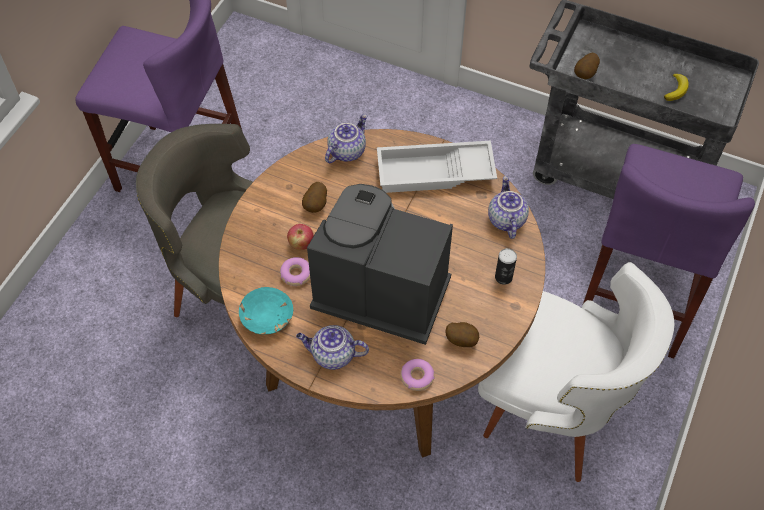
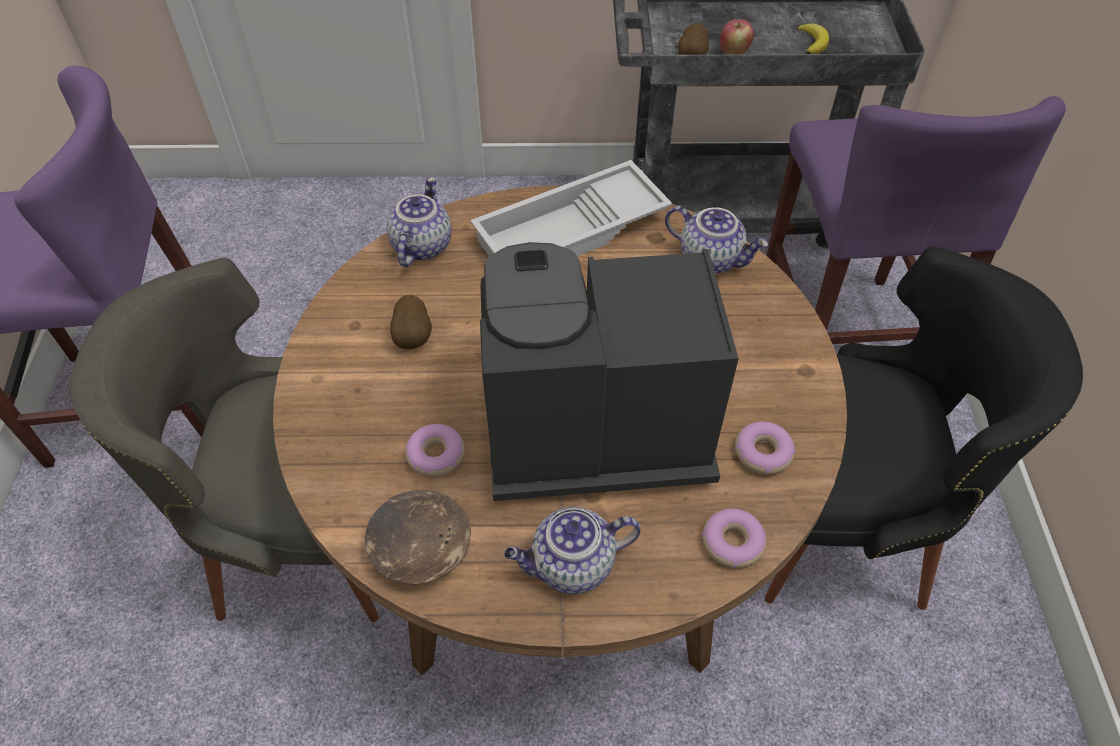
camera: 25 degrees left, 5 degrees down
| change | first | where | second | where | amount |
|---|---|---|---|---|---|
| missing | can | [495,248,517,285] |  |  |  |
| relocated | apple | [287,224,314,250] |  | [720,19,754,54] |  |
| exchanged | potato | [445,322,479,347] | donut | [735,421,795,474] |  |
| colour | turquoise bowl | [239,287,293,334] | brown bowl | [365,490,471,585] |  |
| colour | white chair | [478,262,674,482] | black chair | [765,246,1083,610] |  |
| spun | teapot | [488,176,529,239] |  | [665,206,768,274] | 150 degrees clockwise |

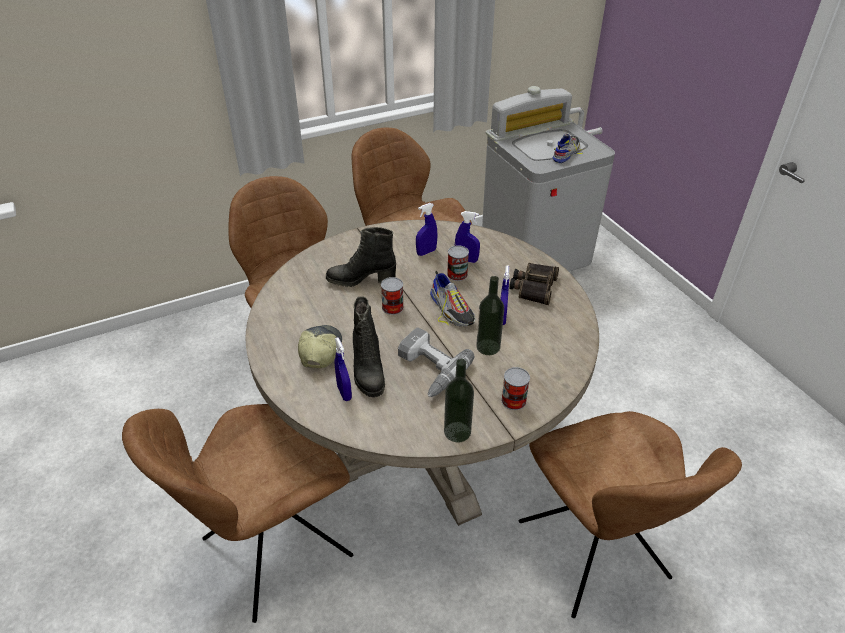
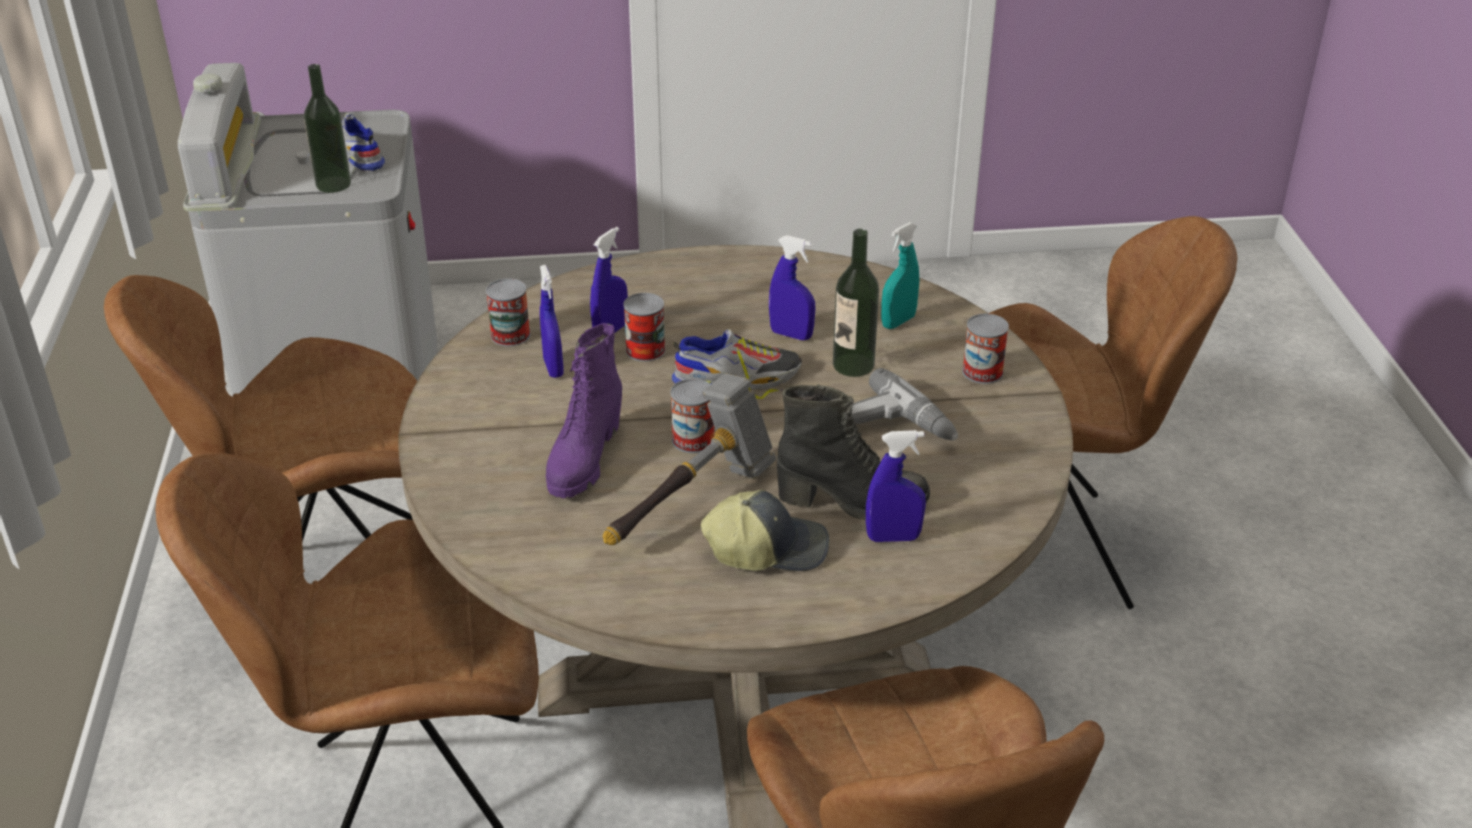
camera: 70 degrees left, 5 degrees down
| change | first | where | second | where | amount |
|---|---|---|---|---|---|
| missing | binoculars | [509,263,559,305] |  |  |  |
| appeared |  |  | can | [486,278,530,346] |  |
| appeared |  |  | hammer | [603,373,776,545] |  |
| appeared |  |  | turquoise spray bottle | [881,222,919,329] |  |
| relocated | bottle | [444,359,474,443] |  | [304,64,351,193] |  |
| colour | black boot | [326,227,396,287] | purple boot | [546,323,622,498] |  |
| spun | cap | [298,325,342,368] |  | [701,490,829,571] | 150 degrees clockwise |

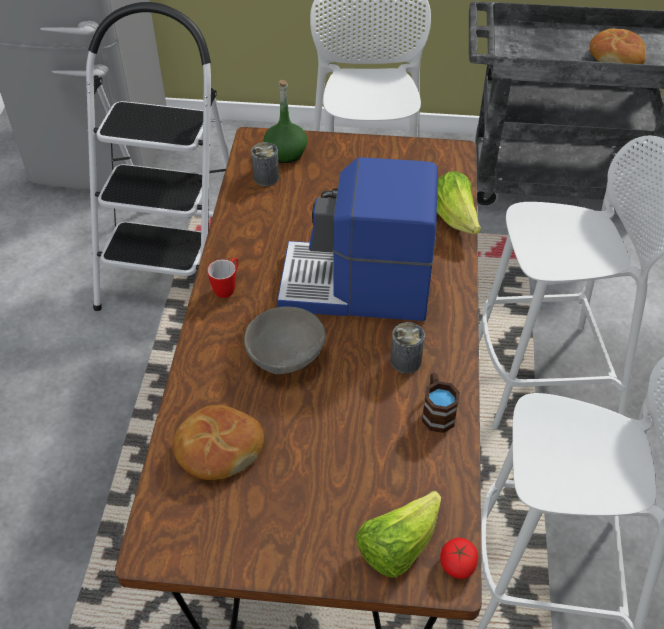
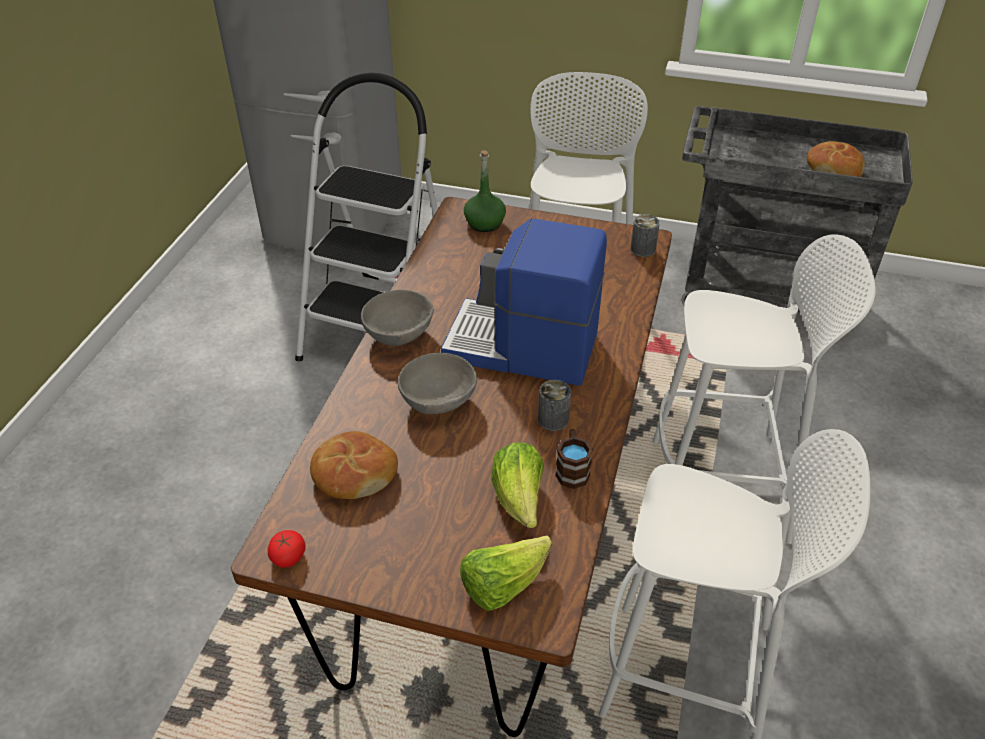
camera: 10 degrees right, 5 degrees down
| change | first | where | second | where | amount |
|---|---|---|---|---|---|
| relocated | can | [251,142,279,186] |  | [630,214,660,257] |  |
| relocated | lettuce | [437,171,481,234] |  | [491,442,544,528] |  |
| relocated | tomato | [440,538,478,579] |  | [268,530,305,568] |  |
| exchanged | mug | [207,258,239,298] | grey bowl | [361,290,434,346] |  |

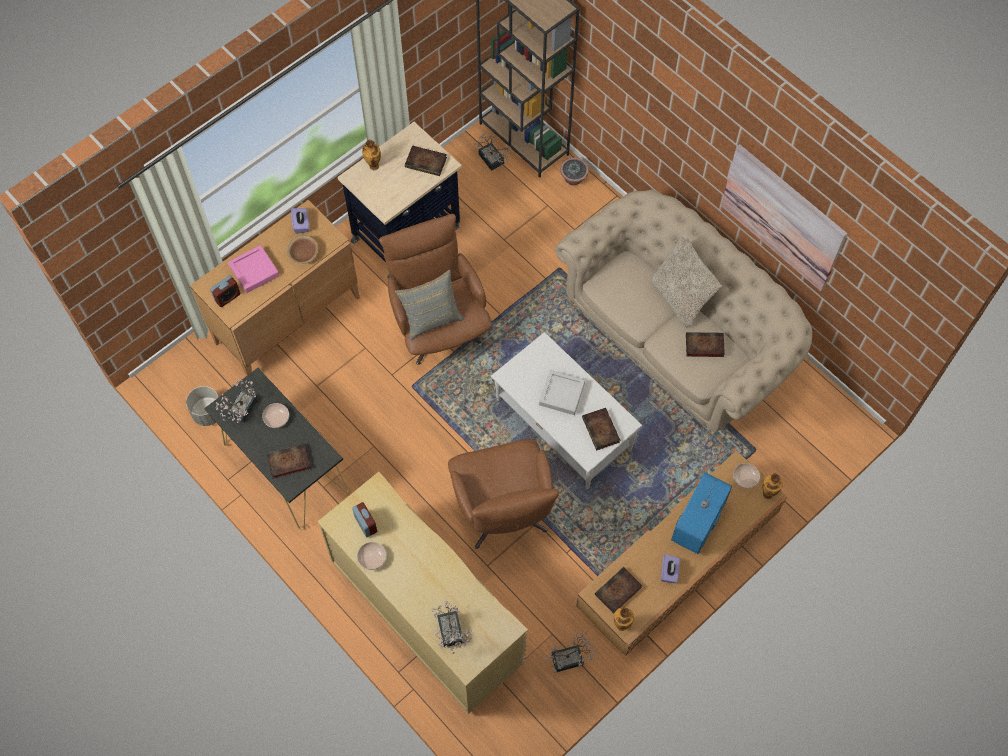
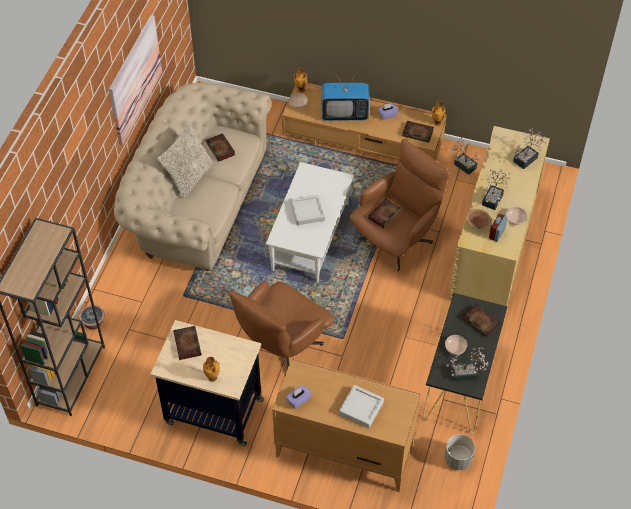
camera: 120 degrees left, 10 degrees down
| change | first | where | second | where | amount |
|---|---|---|---|---|---|
| missing | alarm clock | [210,275,241,307] |  |  |  |
| missing | grey pillow | [395,270,464,340] |  |  |  |
| relocated | brown bowl | [287,236,319,264] |  | [466,209,492,229] |  |
| relocated | potted plant | [474,133,511,171] |  | [482,167,511,210] |  |
| relocated | book | [582,408,620,450] |  | [368,199,401,228] |  |
| colour | pink tray | [228,245,279,293] | grey tray | [339,385,384,428] |  |

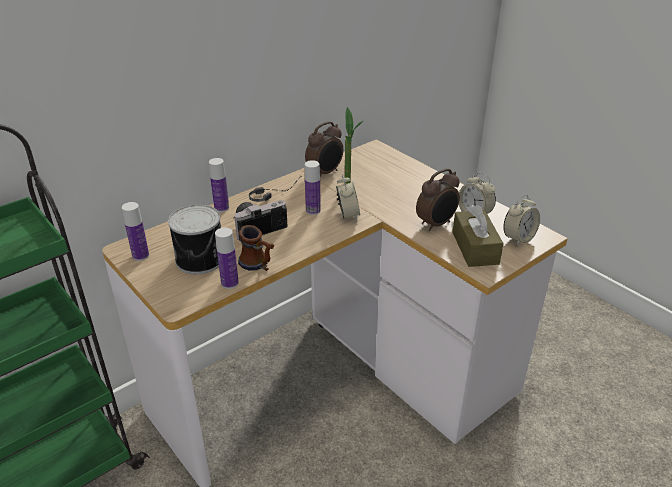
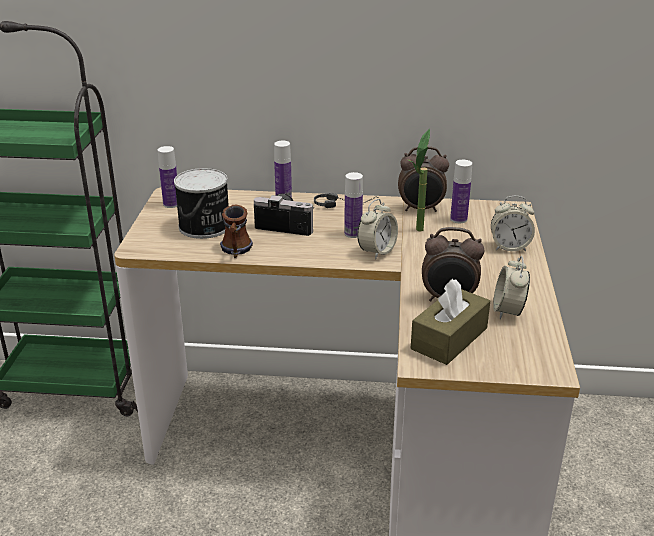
camera: 45 degrees right, 5 degrees down
| change | first | where | second | where | amount |
|---|---|---|---|---|---|
| relocated | bottle | [215,228,239,289] |  | [450,160,472,223] |  |
| relocated | alarm clock | [503,195,540,246] |  | [491,196,535,251] |  |

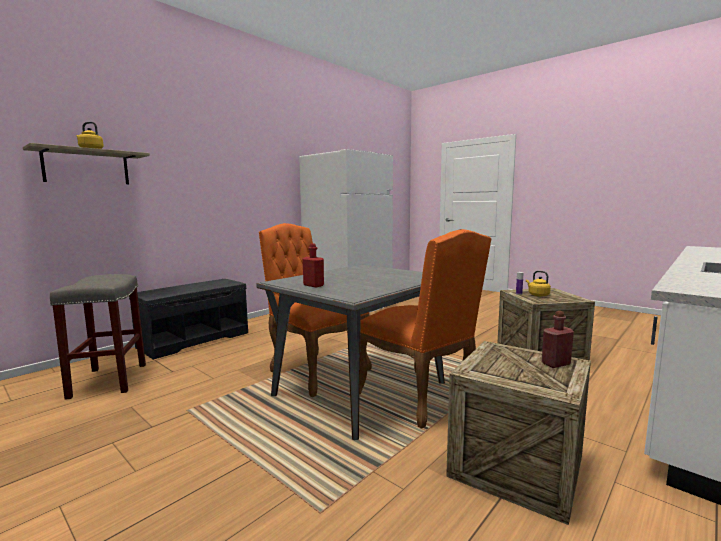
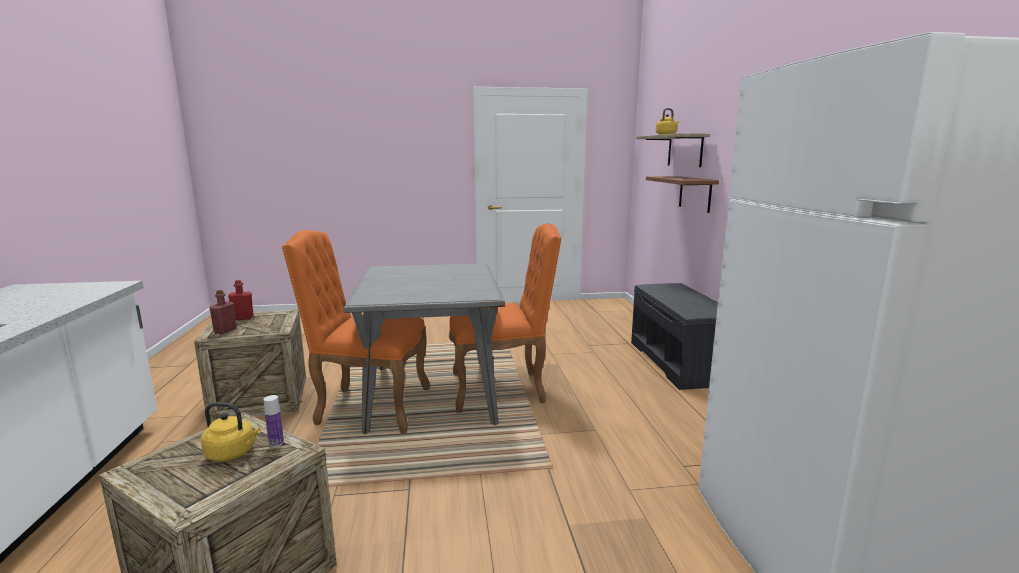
camera: 130 degrees right, 5 degrees up
| change | first | where | second | where | amount |
|---|---|---|---|---|---|
| missing | grey stool | [50,274,146,400] |  |  |  |
| appeared |  |  | brown shelf | [646,176,719,213] |  |
| relocated | red bottle | [302,243,324,287] |  | [228,280,254,320] |  |

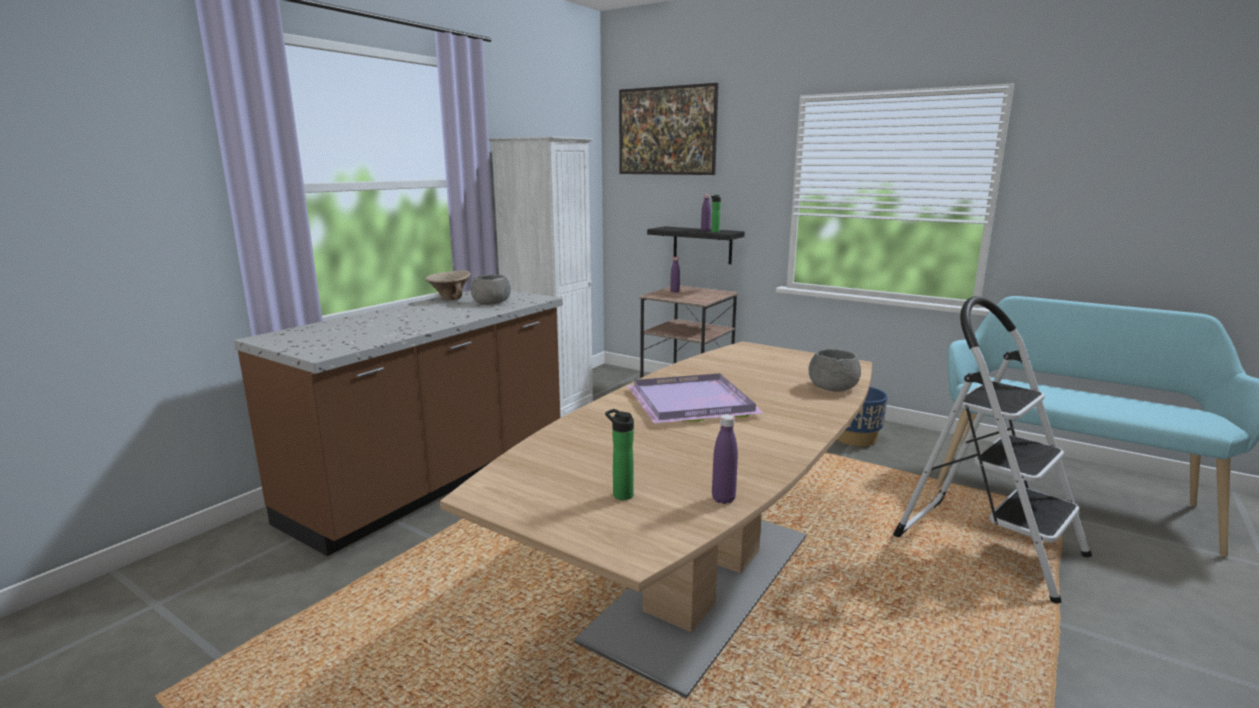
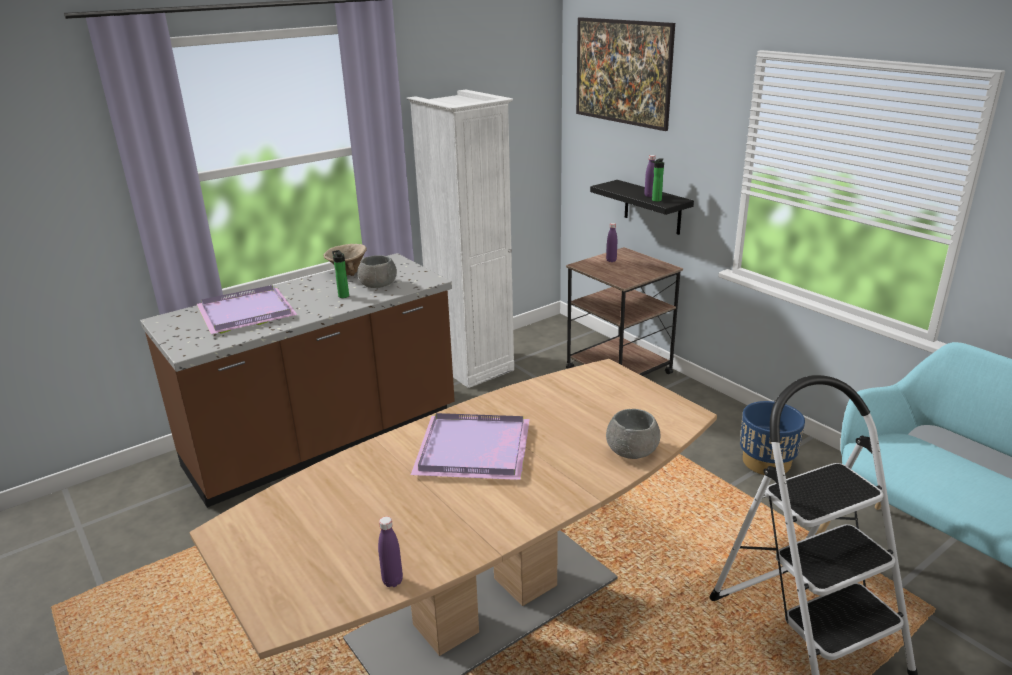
camera: 20 degrees right, 10 degrees up
| change | first | where | second | where | amount |
|---|---|---|---|---|---|
| appeared |  |  | purple tray | [197,285,297,334] |  |
| relocated | bottle | [605,409,634,500] |  | [332,250,349,298] |  |

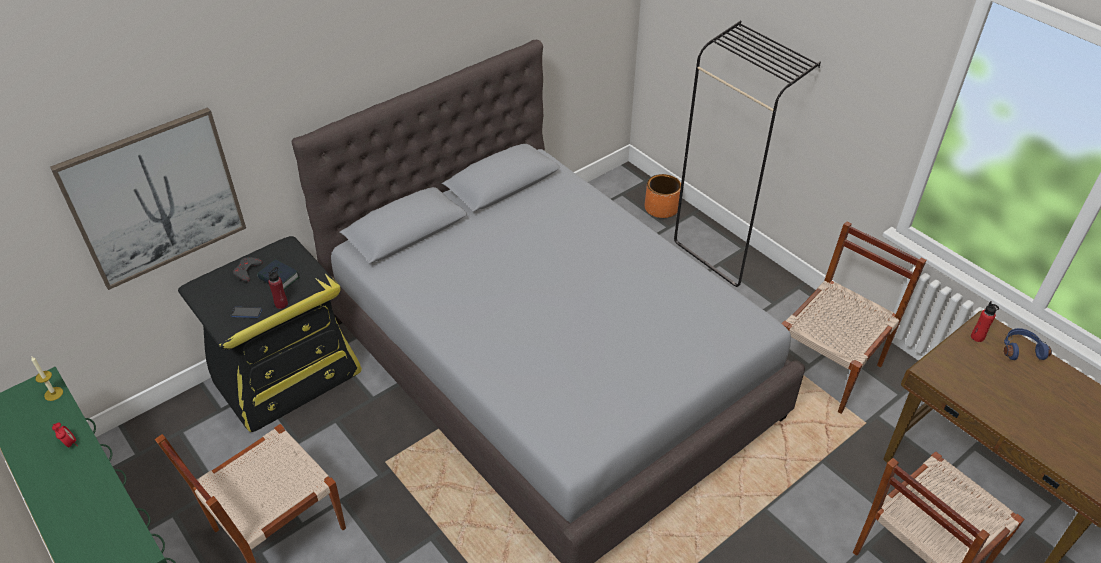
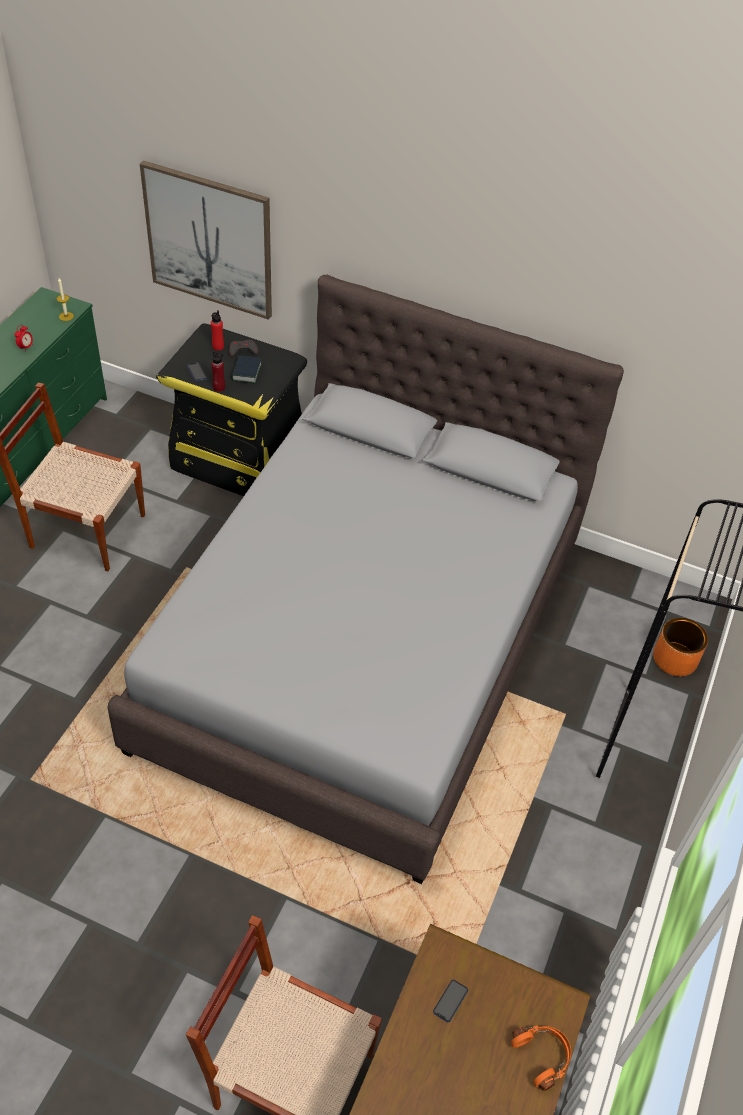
camera: 60 degrees right, 5 degrees up
| change | first | where | second | where | amount |
|---|---|---|---|---|---|
| missing | chair | [782,222,927,414] |  |  |  |
| appeared |  |  | phone | [433,980,468,1022] |  |
| relocated | red bottle | [971,301,999,342] |  | [211,310,224,351] |  |
| colour | blue headphones | [1004,328,1052,360] | orange headphones | [511,1025,571,1091] |  |

